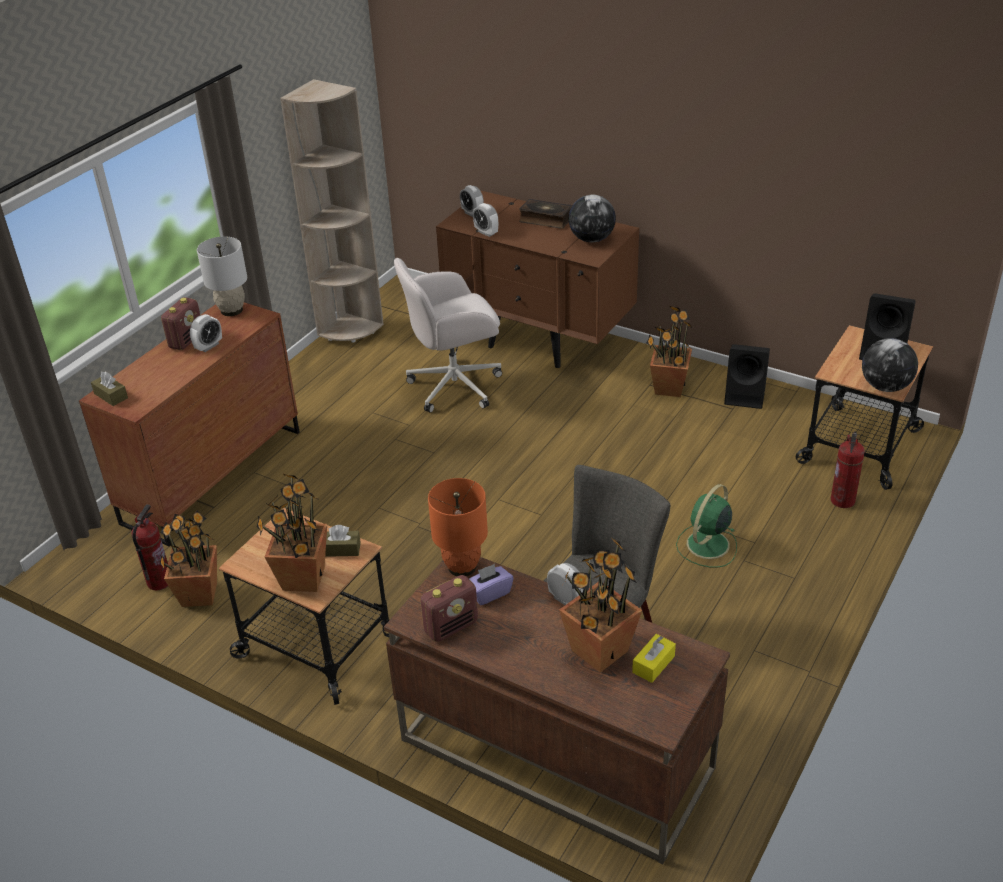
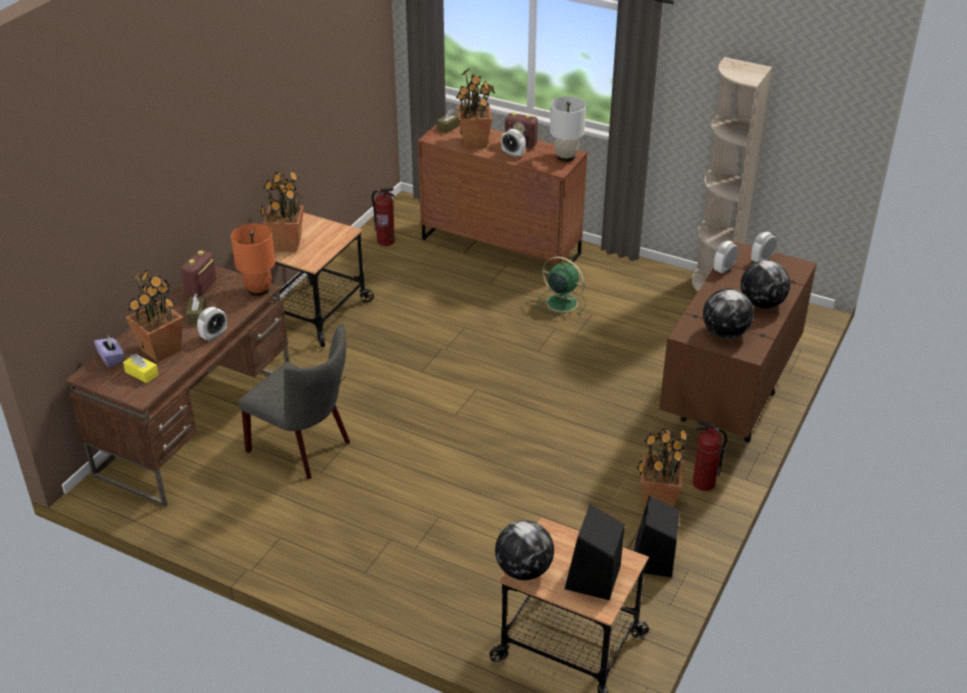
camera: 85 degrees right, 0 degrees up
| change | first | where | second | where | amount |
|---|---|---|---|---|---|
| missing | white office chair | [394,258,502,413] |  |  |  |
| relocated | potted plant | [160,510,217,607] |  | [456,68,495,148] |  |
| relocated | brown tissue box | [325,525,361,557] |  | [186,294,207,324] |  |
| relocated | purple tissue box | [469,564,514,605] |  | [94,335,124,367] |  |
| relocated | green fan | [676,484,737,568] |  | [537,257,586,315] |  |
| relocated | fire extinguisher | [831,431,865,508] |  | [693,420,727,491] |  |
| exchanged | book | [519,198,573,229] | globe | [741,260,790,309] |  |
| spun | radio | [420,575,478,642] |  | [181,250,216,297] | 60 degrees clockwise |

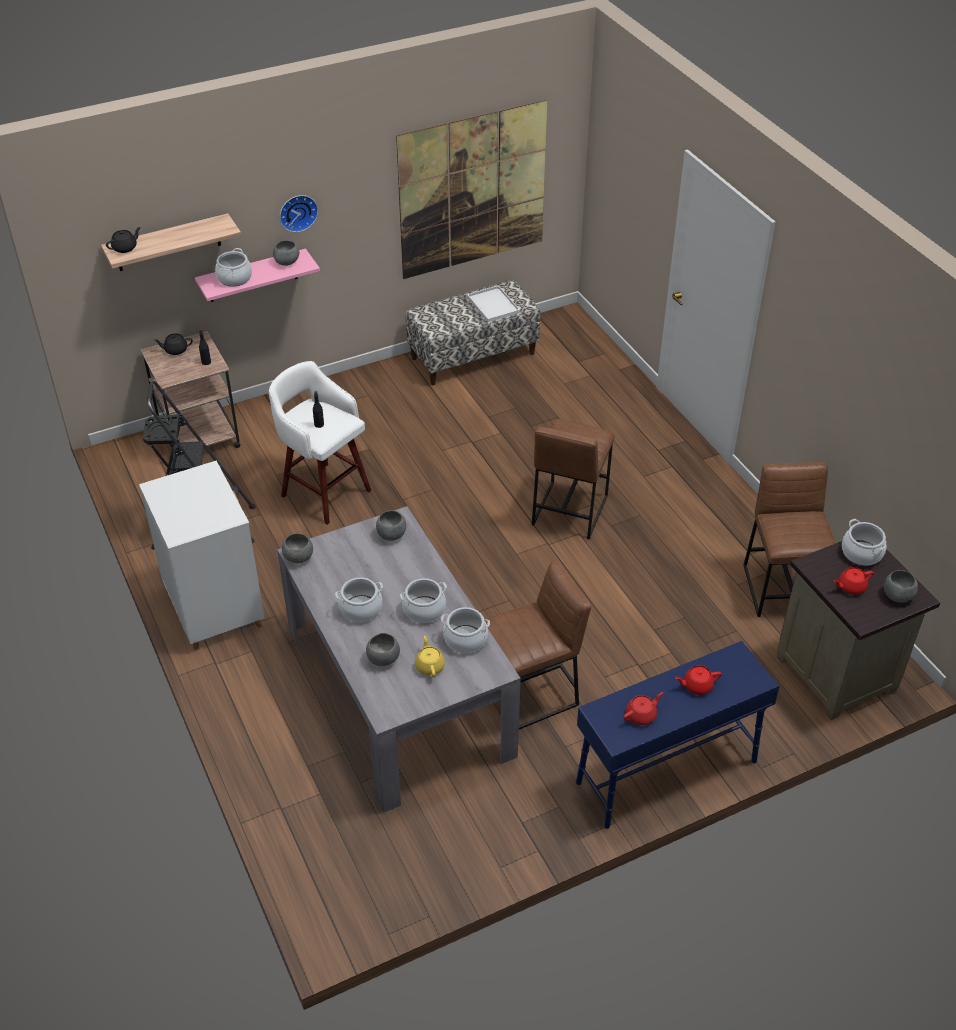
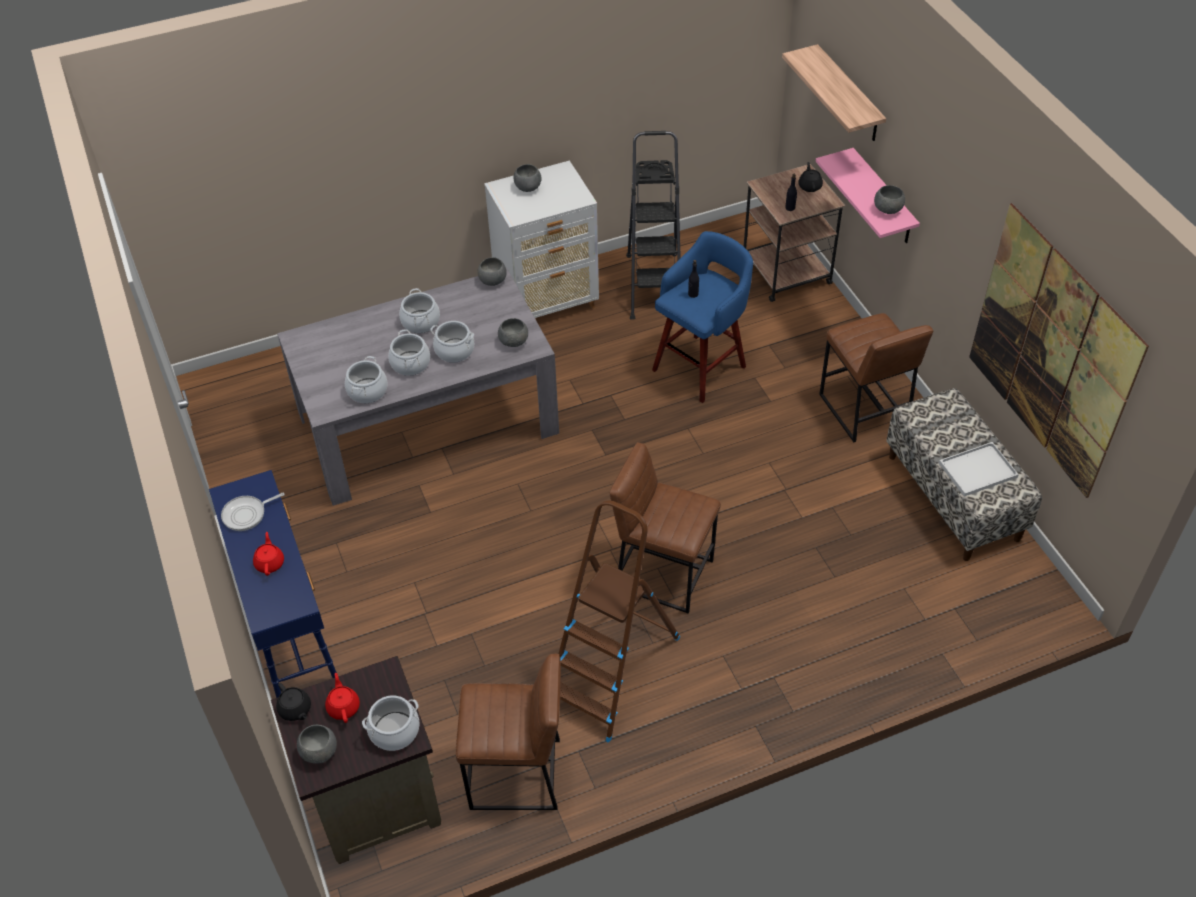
camera: 95 degrees right, 5 degrees up
| change | first | where | second | where | amount |
|---|---|---|---|---|---|
| missing | wall clock | [280,195,318,232] |  |  |  |
| missing | yellow teapot | [415,636,445,677] |  |  |  |
| appeared |  |  | brown step ladder | [558,501,680,743] |  |
| relocated | black teapot | [106,227,141,253] |  | [276,683,311,721] |  |
| relocated | cooking pot | [215,248,252,287] |  | [430,321,474,363] |  |
| relocated | grey bowl | [366,633,400,666] |  | [514,164,541,192] |  |
| relocated | brown chair | [485,561,591,729] |  | [819,313,933,442] |  |
| exchanged | red teapot | [623,692,663,725] | frying pan | [221,493,285,531] |  |
| colour | white stool | [269,361,371,525] | blue stool | [652,231,753,403] |  |

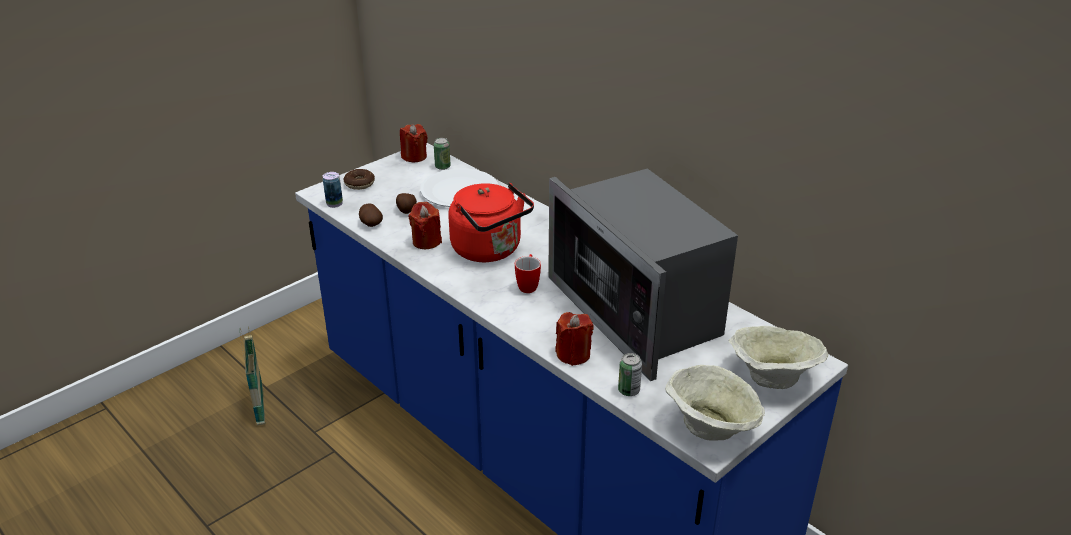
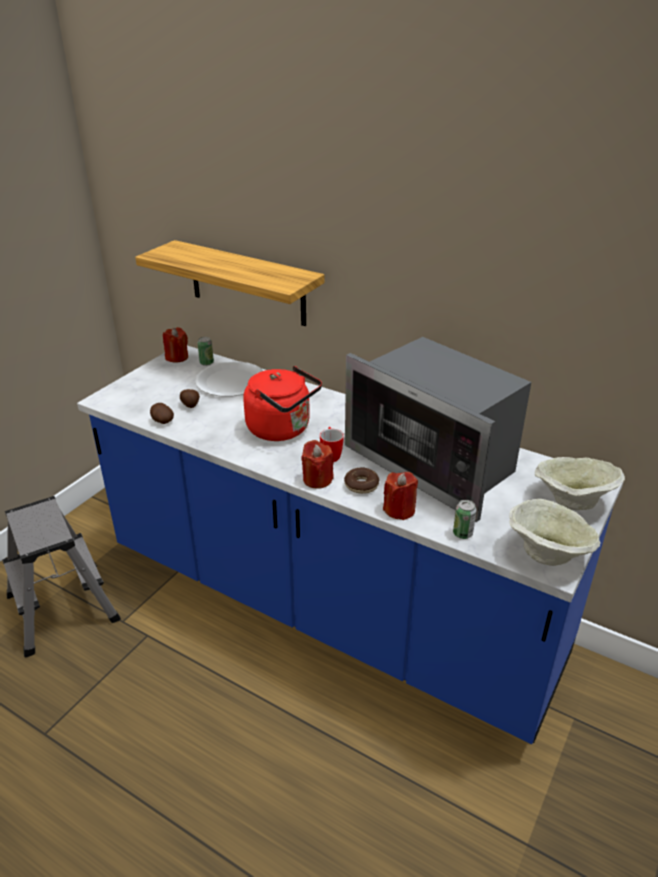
camera: 15 degrees left, 0 degrees up
| change | first | where | second | where | amount |
|---|---|---|---|---|---|
| missing | can | [323,172,343,208] |  |  |  |
| appeared |  |  | shelf | [135,240,325,326] |  |
| relocated | donut | [344,169,375,190] |  | [344,468,379,494] |  |
| relocated | red candle | [409,202,442,249] |  | [301,440,334,489] |  |
| exchanged | basket | [240,327,265,425] | grey step ladder | [2,496,121,658] |  |

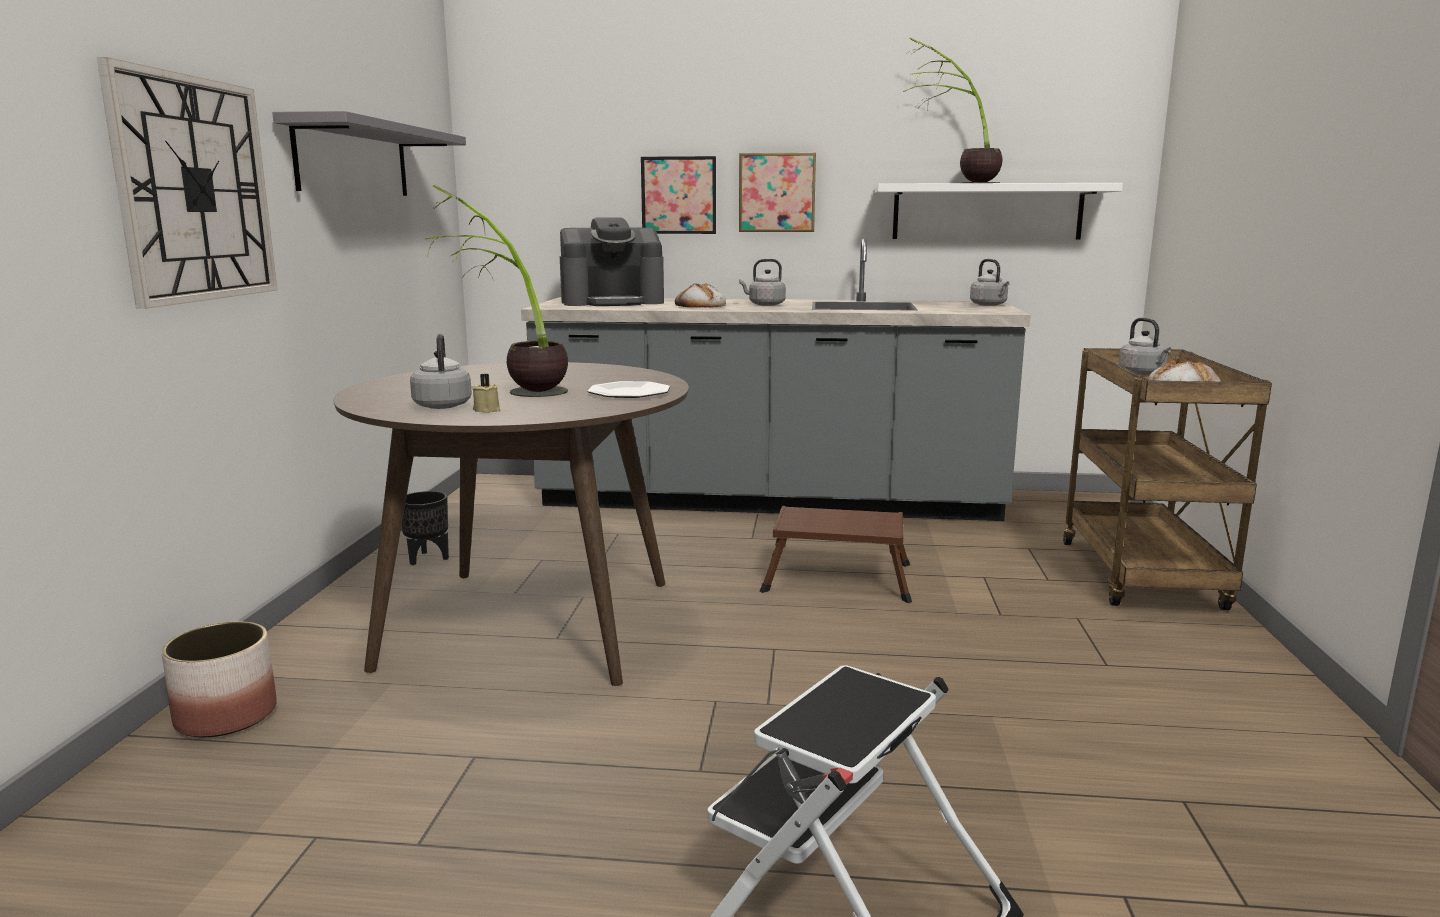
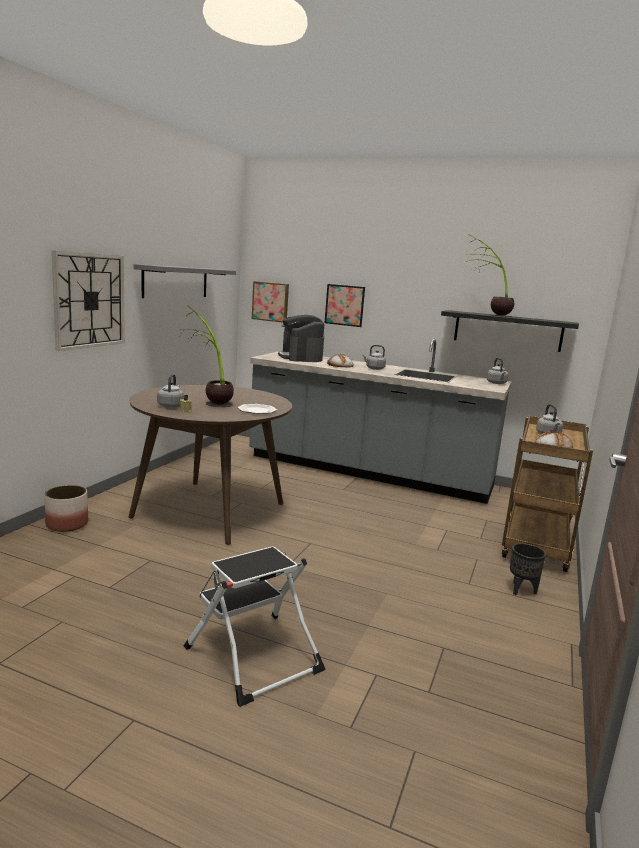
camera: 15 degrees right, 0 degrees up
| change | first | where | second | where | amount |
|---|---|---|---|---|---|
| missing | brown step ladder | [760,506,912,603] |  |  |  |
| relocated | black planter | [401,491,449,565] |  | [510,543,546,595] |  |
| relocated | picture | [739,153,816,232] |  | [252,281,289,323] |  |
| colour | white shelf | [875,183,1123,240] | black shelf | [441,310,579,352] |  |
| spun | coffee machine | [560,217,664,306] |  | [278,315,324,362] | 75 degrees clockwise |

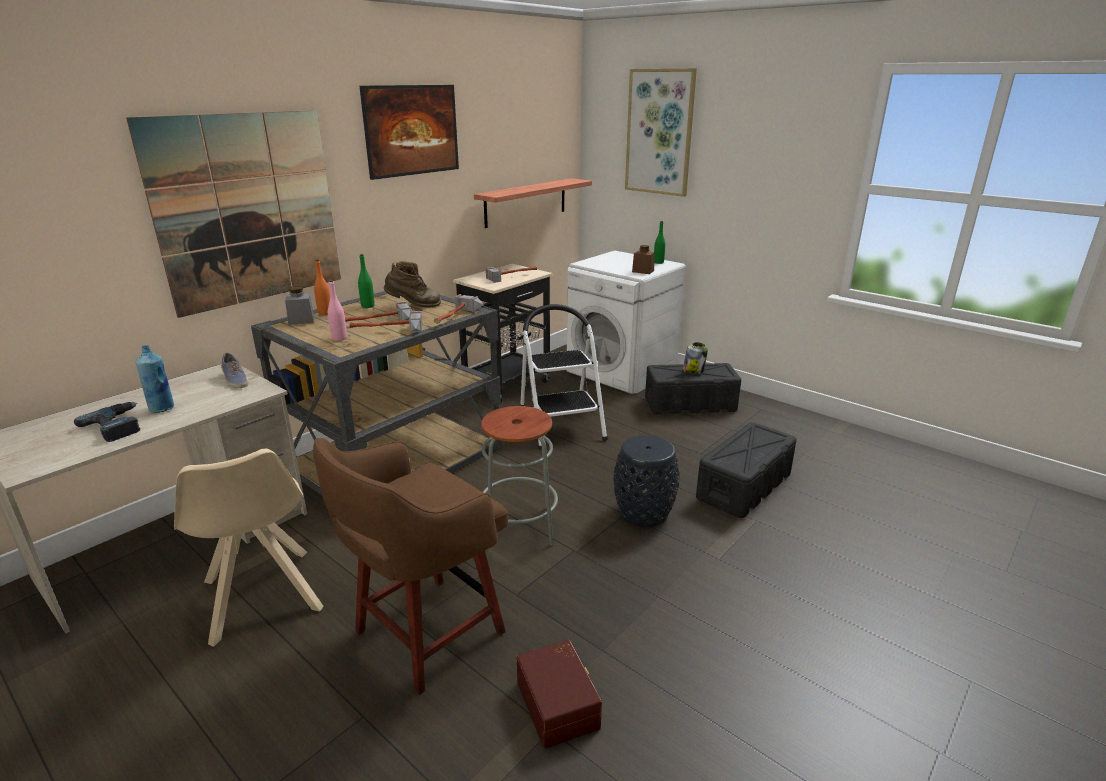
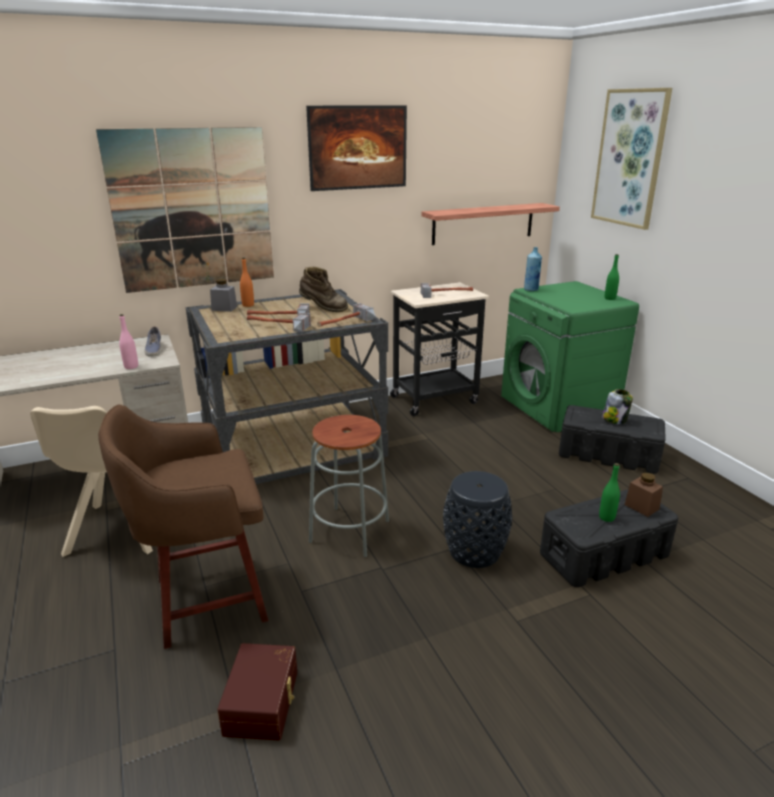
camera: 25 degrees right, 0 degrees up
| change | first | where | second | where | amount |
|---|---|---|---|---|---|
| missing | power drill | [74,402,141,442] |  |  |  |
| missing | step ladder | [520,304,608,450] |  |  |  |
| relocated | blue bottle | [136,345,174,413] |  | [524,247,542,291] |  |
| relocated | pink bottle | [328,280,347,341] |  | [119,314,138,369] |  |
| relocated | green bottle | [358,254,375,308] |  | [599,463,620,522] |  |
| relocated | brown jar | [632,245,655,274] |  | [625,472,663,517] |  |
| colour | white washing machine | [567,251,686,394] | green washing machine | [501,281,639,432] |  |

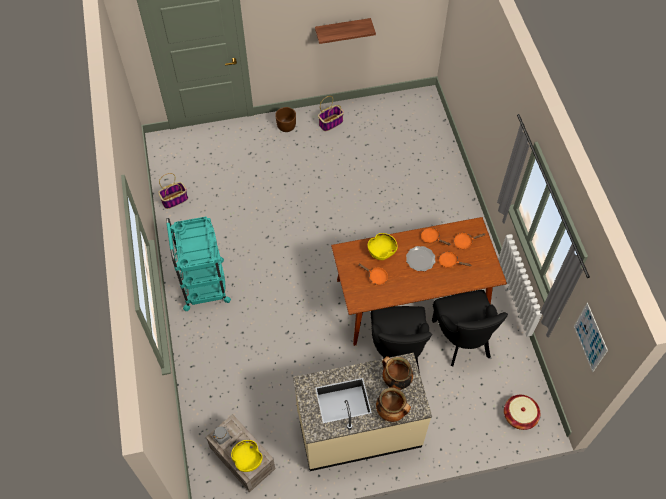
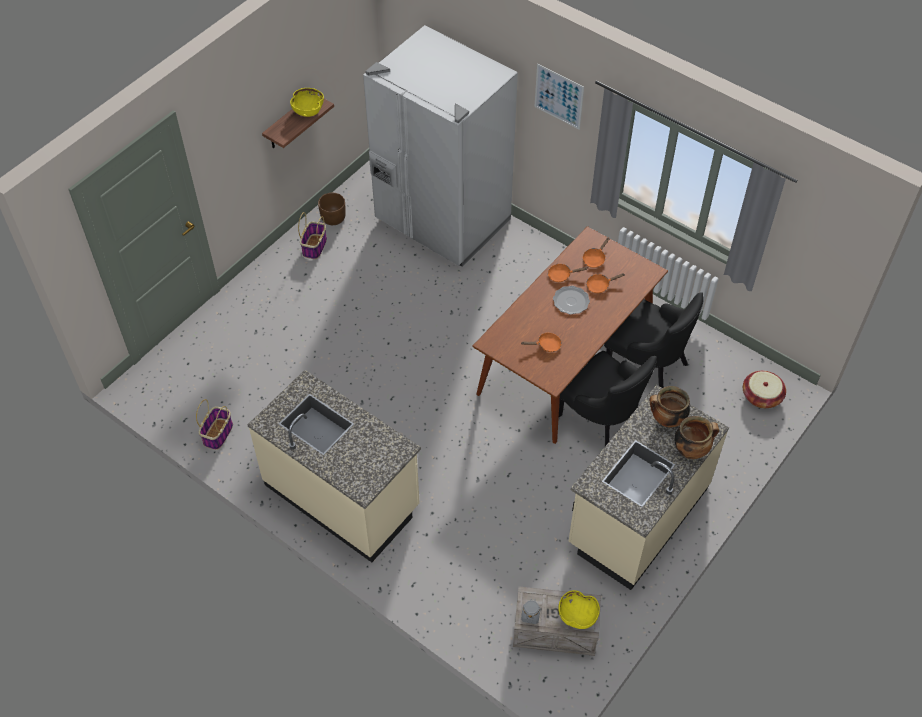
camera: 40 degrees left, 5 degrees down
| change | first | where | second | where | amount |
|---|---|---|---|---|---|
| appeared |  |  | white fridge | [363,25,518,267] |  |
| relocated | brown planter | [275,107,296,132] |  | [318,193,346,225] |  |
| relocated | yellow bowl | [368,233,398,260] |  | [290,88,324,117] |  |
| relocated | picture | [574,303,608,372] |  | [534,64,584,130] |  |
| exchanged | turquoise cart | [166,217,231,311] | beige counter | [248,370,421,562] |  |

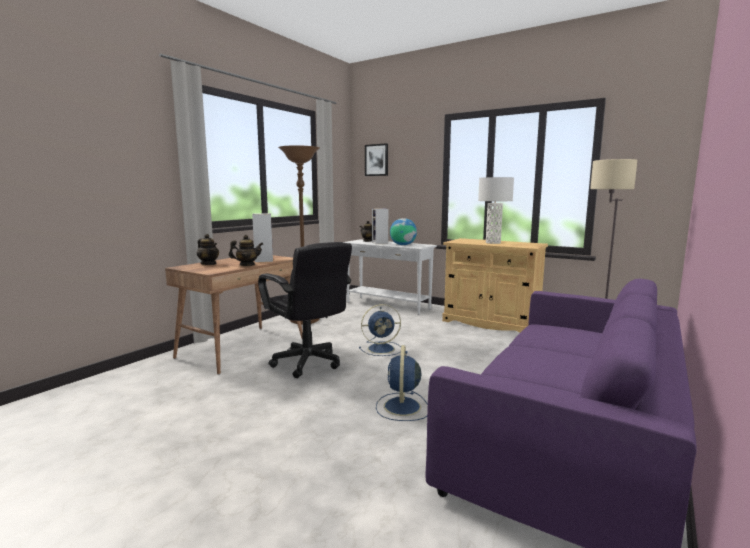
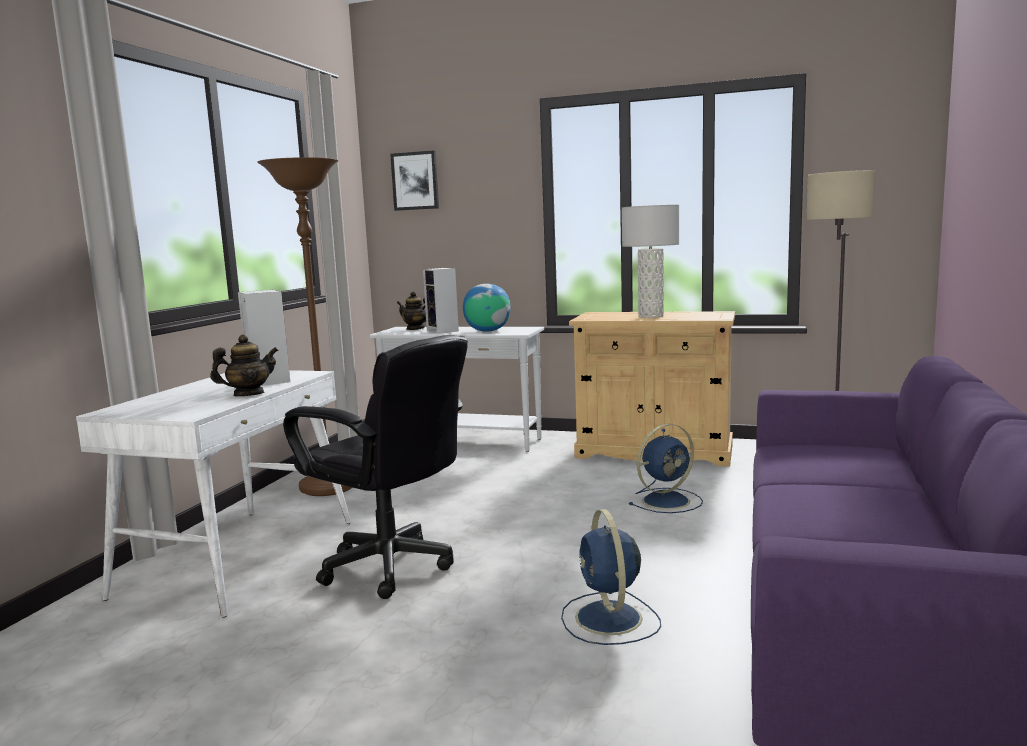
camera: 15 degrees left, 0 degrees up
| change | first | where | second | where | amount |
|---|---|---|---|---|---|
| missing | teapot | [197,234,219,265] |  |  |  |
| relocated | blue fan | [359,304,401,356] |  | [629,424,703,513] |  |
| colour | brown desk | [165,255,303,375] | white desk | [76,370,351,618] |  |

